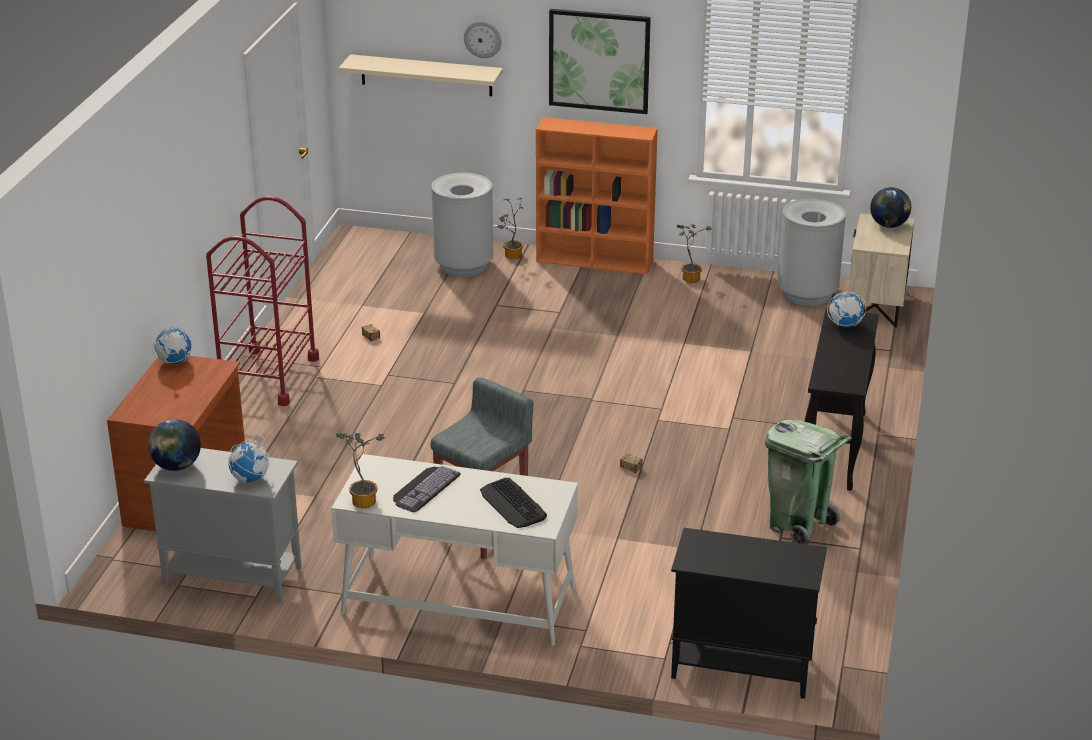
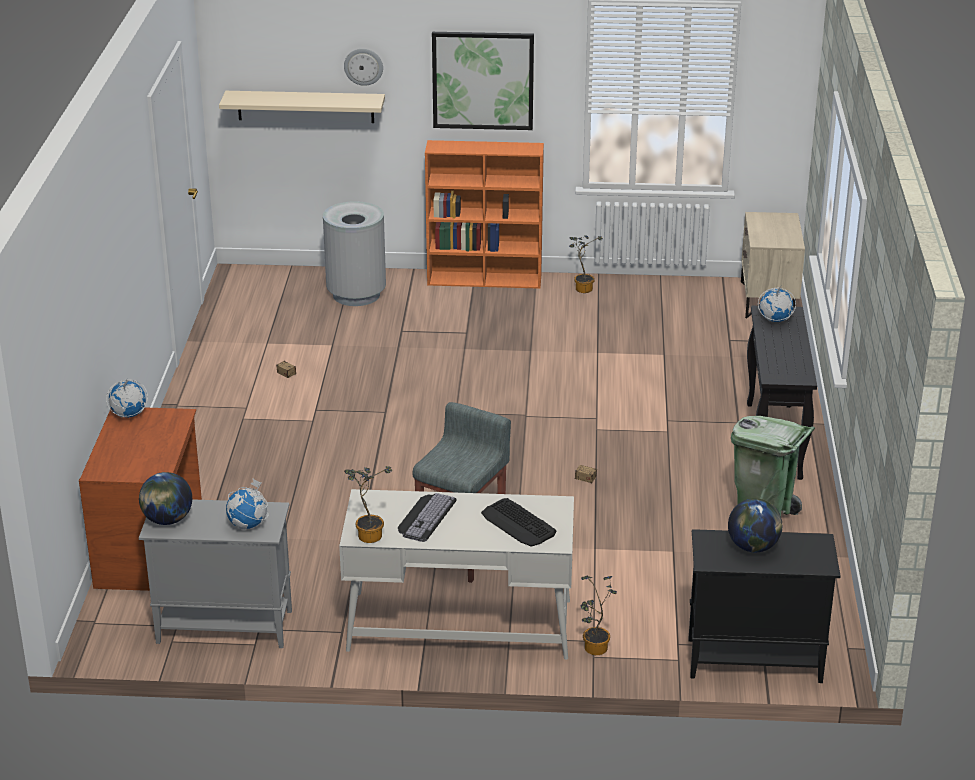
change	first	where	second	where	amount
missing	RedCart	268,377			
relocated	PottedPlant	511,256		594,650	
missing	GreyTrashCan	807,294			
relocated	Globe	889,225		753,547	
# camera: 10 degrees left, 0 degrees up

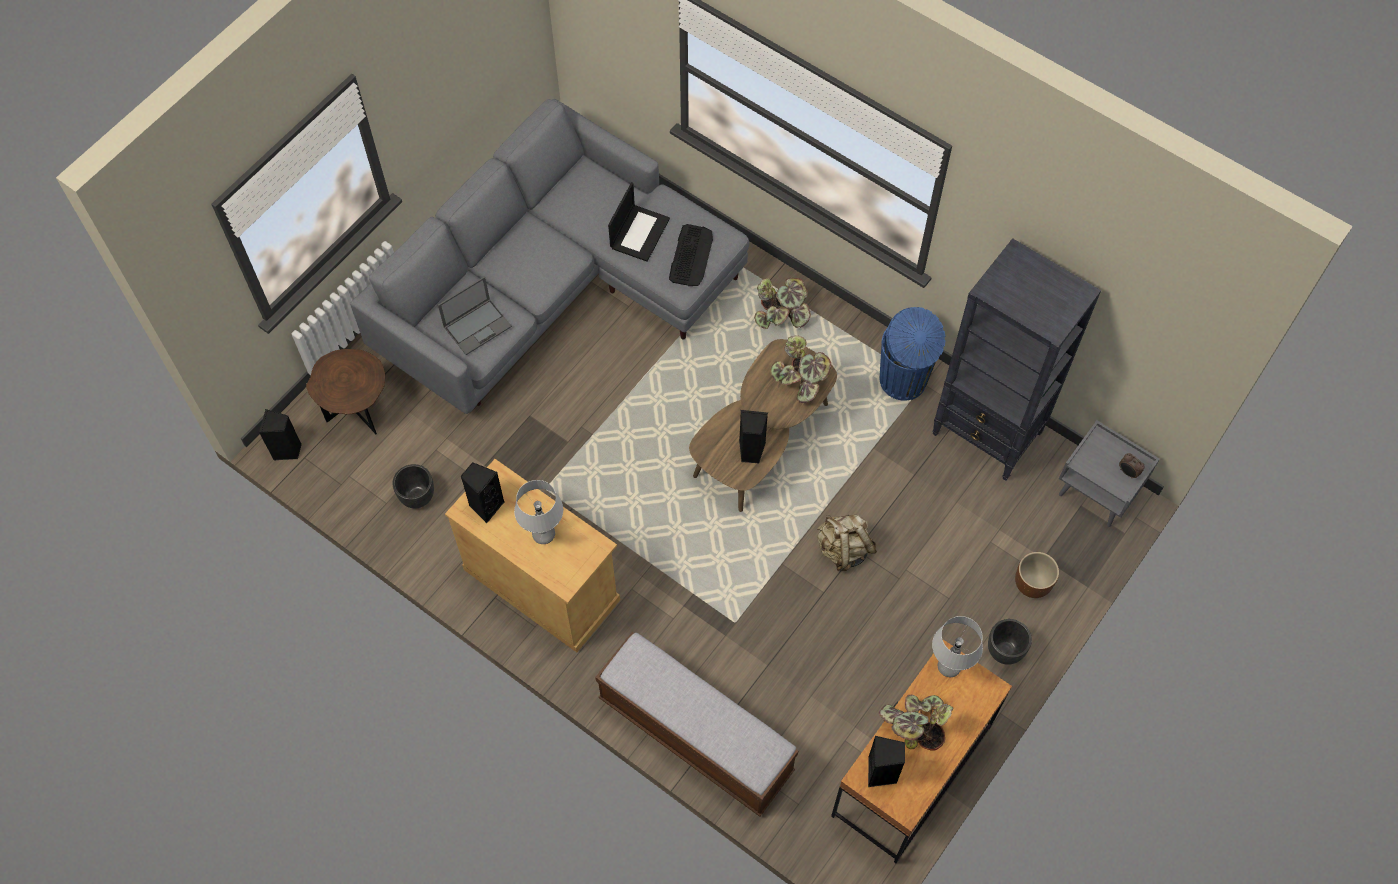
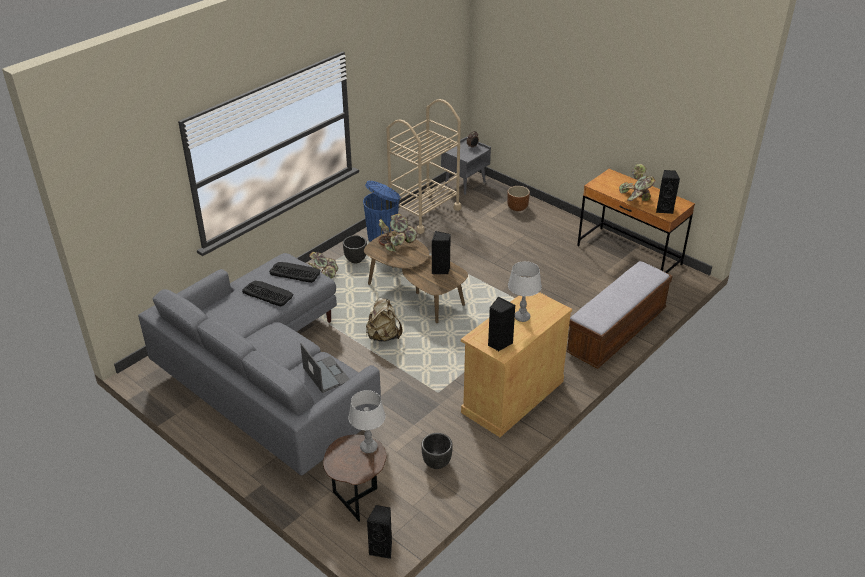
change	first	where	second	where	amount
exchanged	Laptop	639,232	Keyboard	267,293	
relocated	BeigeBackpack	844,549		383,336	
exchanged	BlackBookcase	988,434	BeigeCart	424,212	
relocated	GreyTableLamp	949,666		368,447	
relocated	BlackPlanter	1004,651		356,260	
# camera: 85 degrees left, 25 degrees down

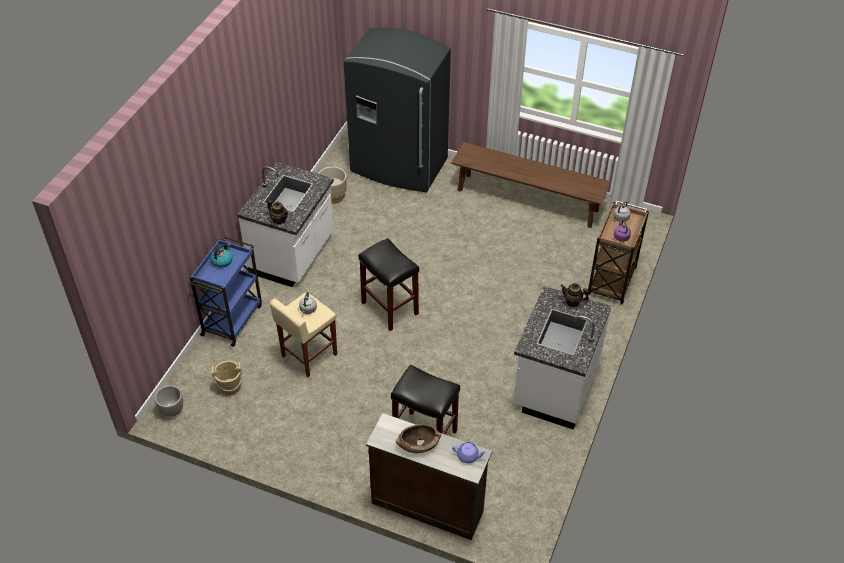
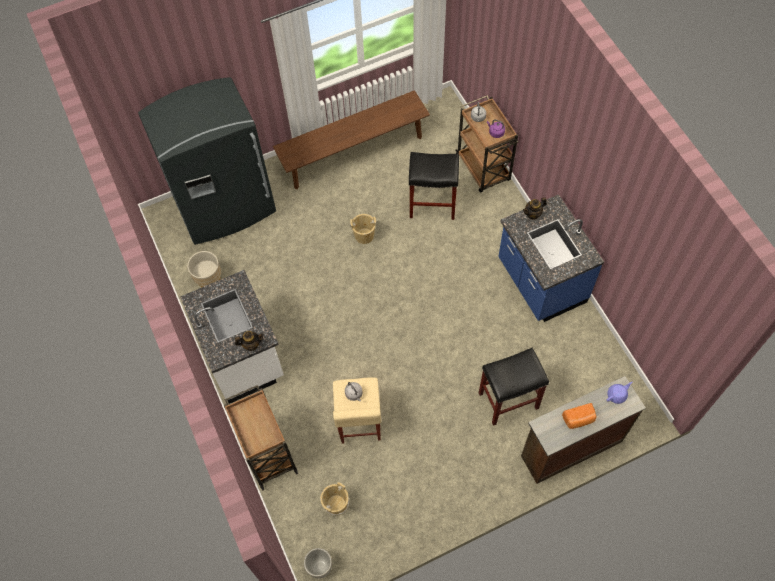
change	first	where	second	where	amount
colour	BlueCart	232,319	BrownCart	267,452	
missing	Kettle	222,260			
relocated	BlackStool	389,308		431,205	
exchanged	BrownBowl	418,444	Bread	578,419	
colour	WhiteCounter	554,386	BlueCounter	540,282	
appeared			BeigeBucket	364,235	
# camera: 45 degrees left, 15 degrees up

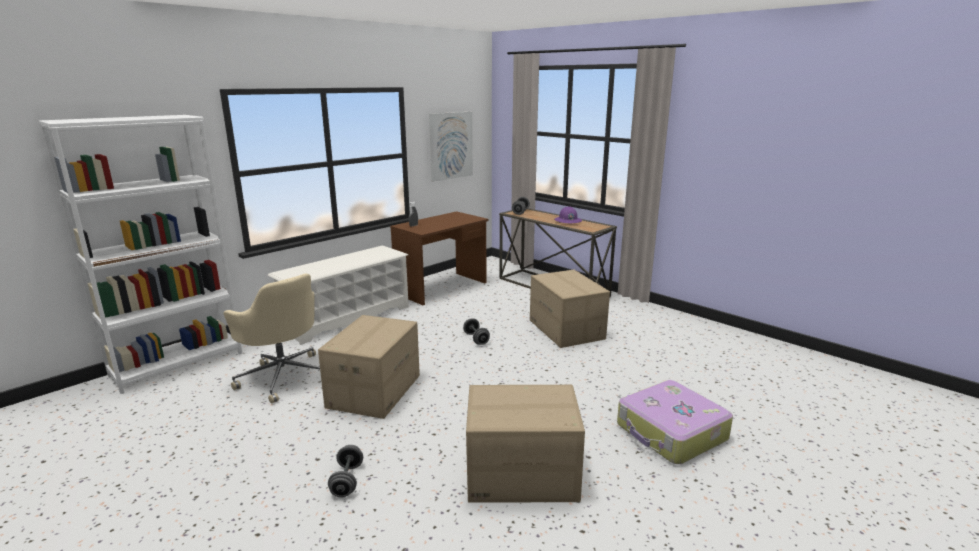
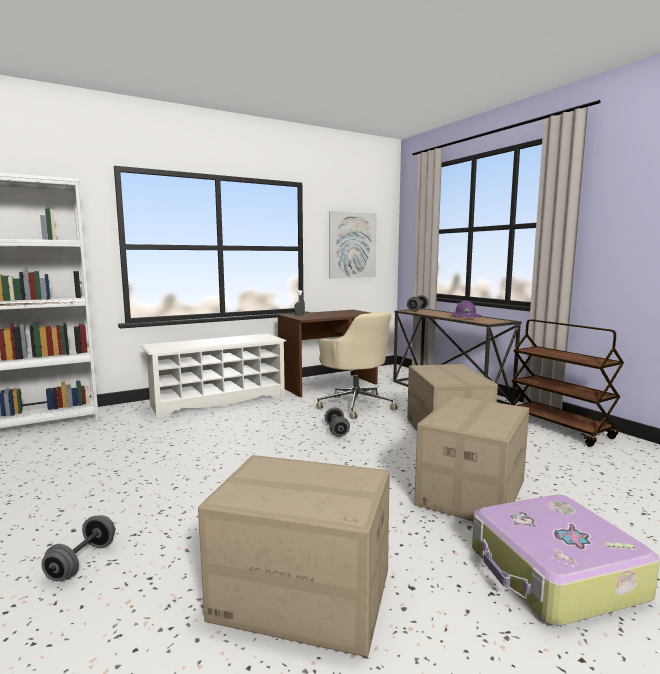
change	first	where	second	where	amount
relocated	BeigeOfficeChair	283,376		355,405	
relocated	CardboardBox	374,391		470,492	
appeared			BrownCart	559,428	
# camera: 15 degrees right, 10 degrees down

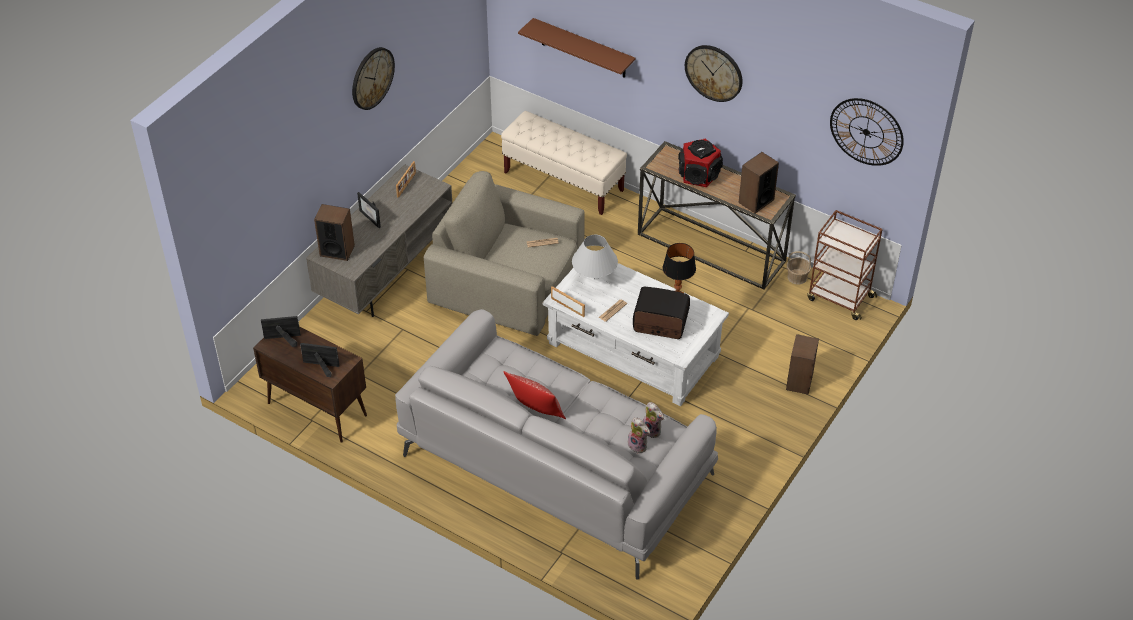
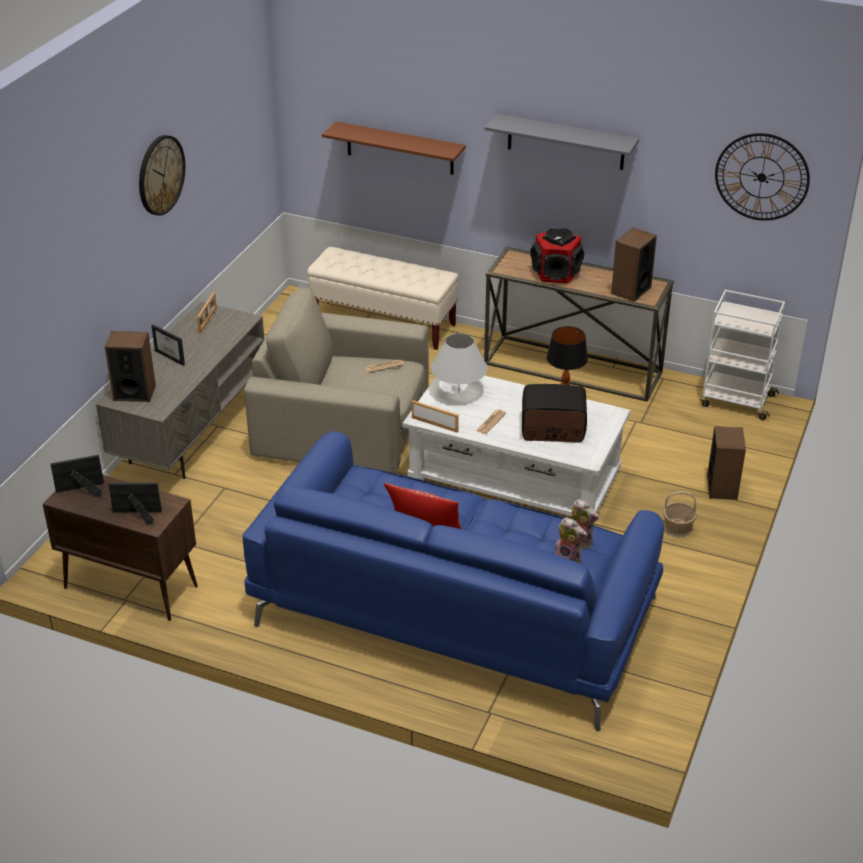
change	first	where	second	where	amount
colour	GreySofa	555,464	BlueSofa	453,611	
exchanged	WallClock	714,72	GreyShelf	565,142	
relocated	Basket	797,277		678,529	
colour	BrownCart	839,298	WhiteCart	736,400	
# camera: 10 degrees left, 10 degrees down

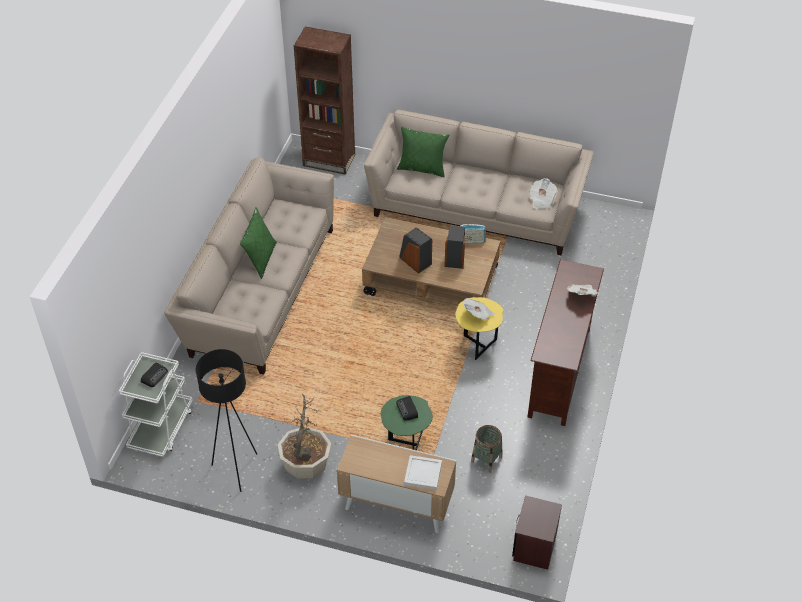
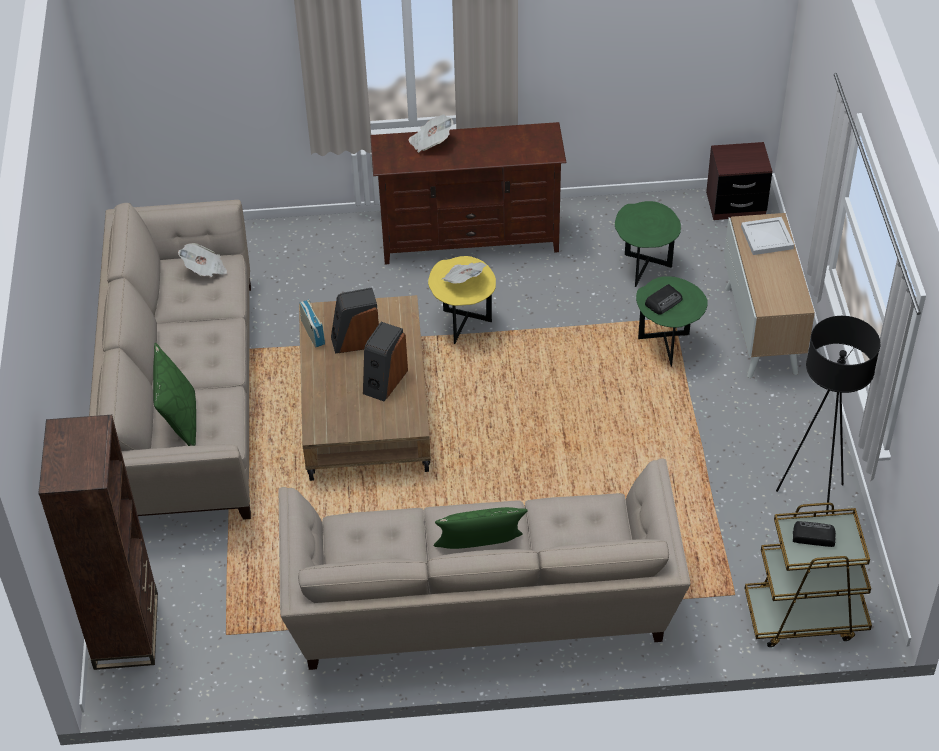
change	first	where	second	where	amount
colour	WhiteCart	161,428	BrownCart	804,616	
missing	PottedPlant	306,466			
exchanged	Basket	486,459	GreenSideTable	644,271	
# camera: 110 degrees left, 0 degrees up

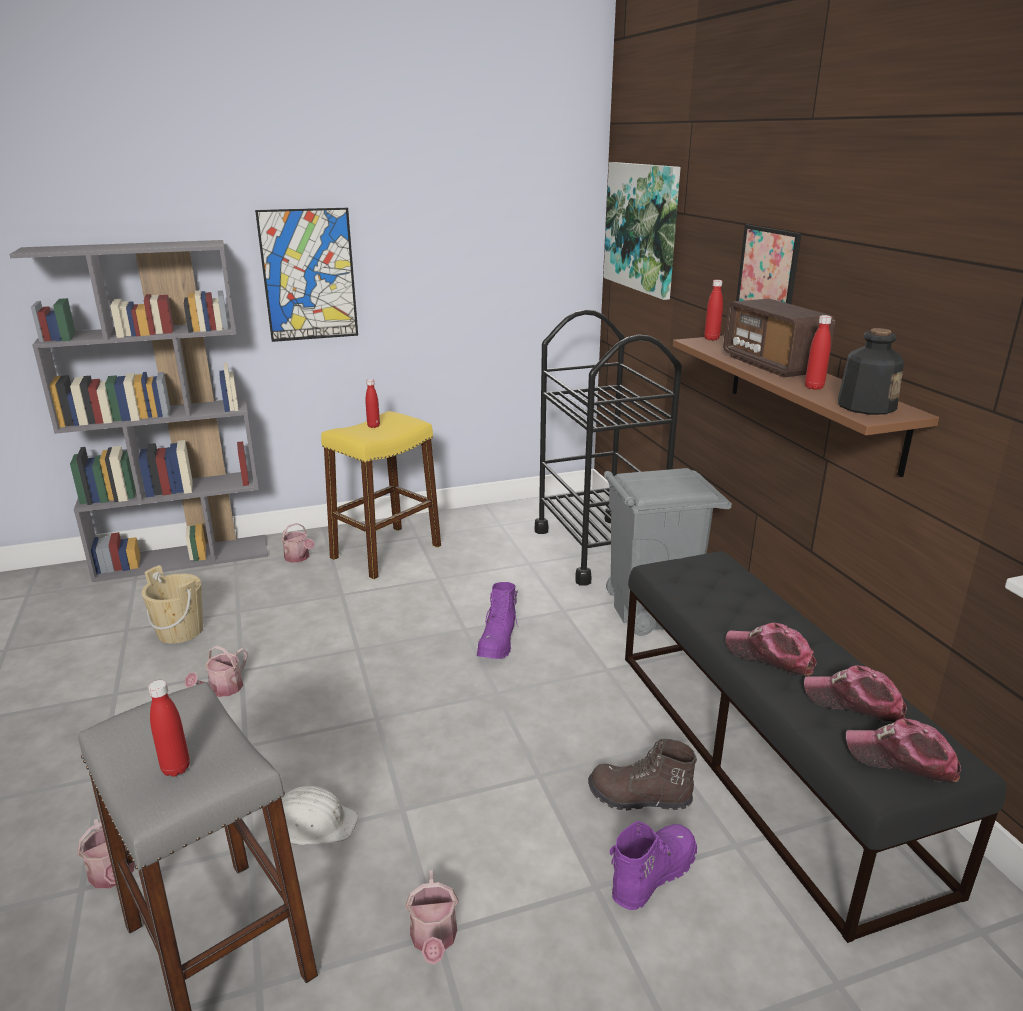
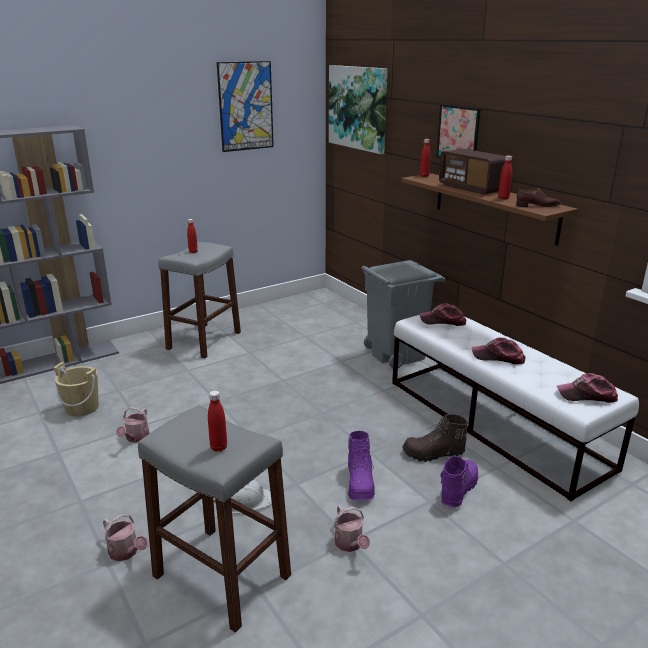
change	first	where	second	where	amount
relocated	Picture	309,275		246,106	
missing	WateringCan	299,558			
colour	YellowStool	386,552	GreyStool	204,340	
relocated	PurpleBoot	498,642		360,483	
missing	BlackCart	598,549			
colour	BlackBench	765,758	WhiteBench	494,422	
relocated	Cap	854,702		443,321	
exchanged	Bottle	865,406	BrownShoe	537,206	
# camera: 15 degrees left, 0 degrees up

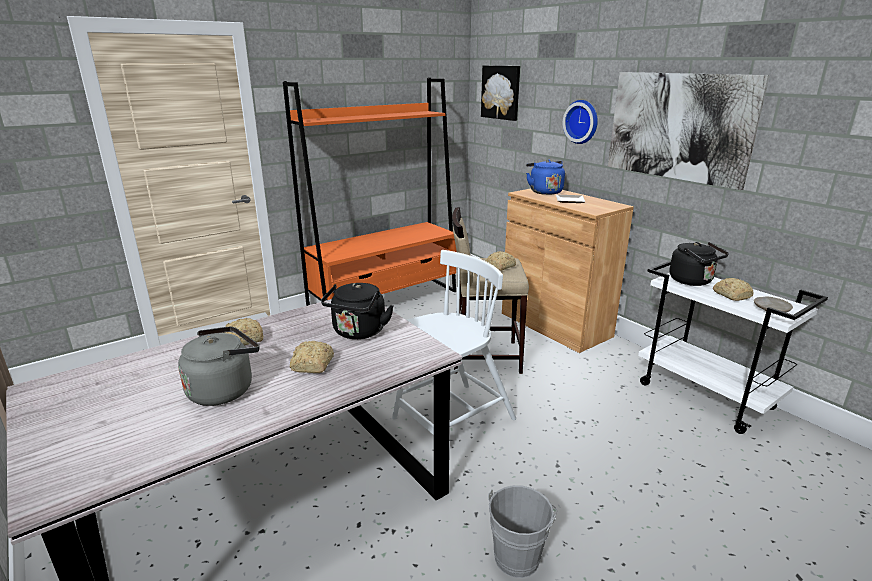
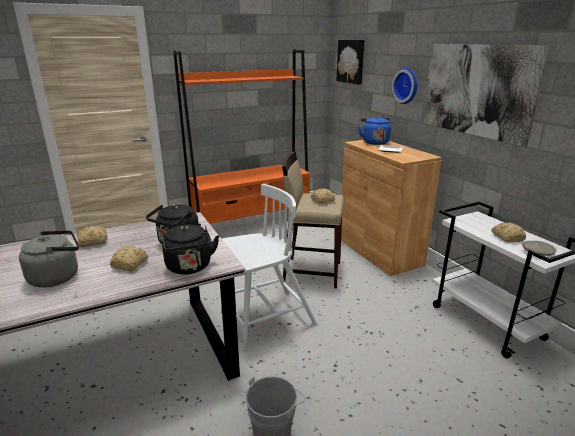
change	first	where	second	where	amount
relocated	BlackKettle	693,281		190,268	
# camera: 10 degrees right, 0 degrees up

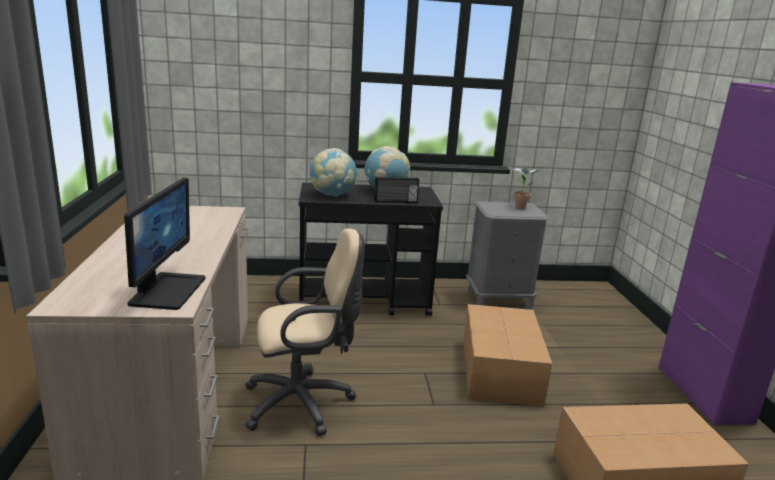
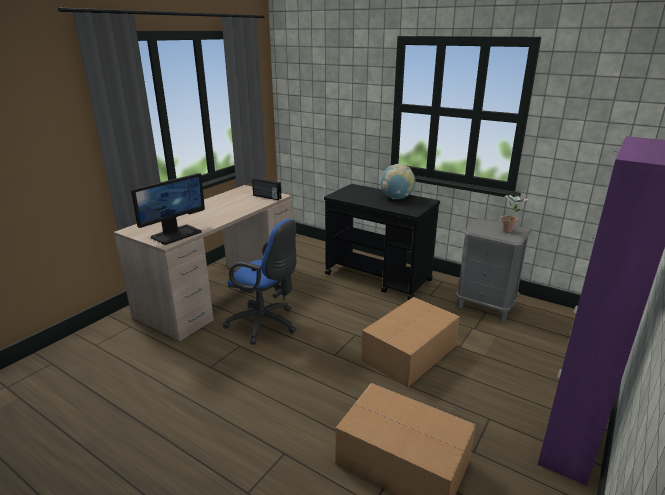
change	first	where	second	where	amount
colour	BeigeOfficeChair	304,403	BlueOfficeChair	265,324	
missing	Globe	332,195			
relocated	Radio	396,201		266,197	
# camera: 40 degrees right, 5 degrees up

